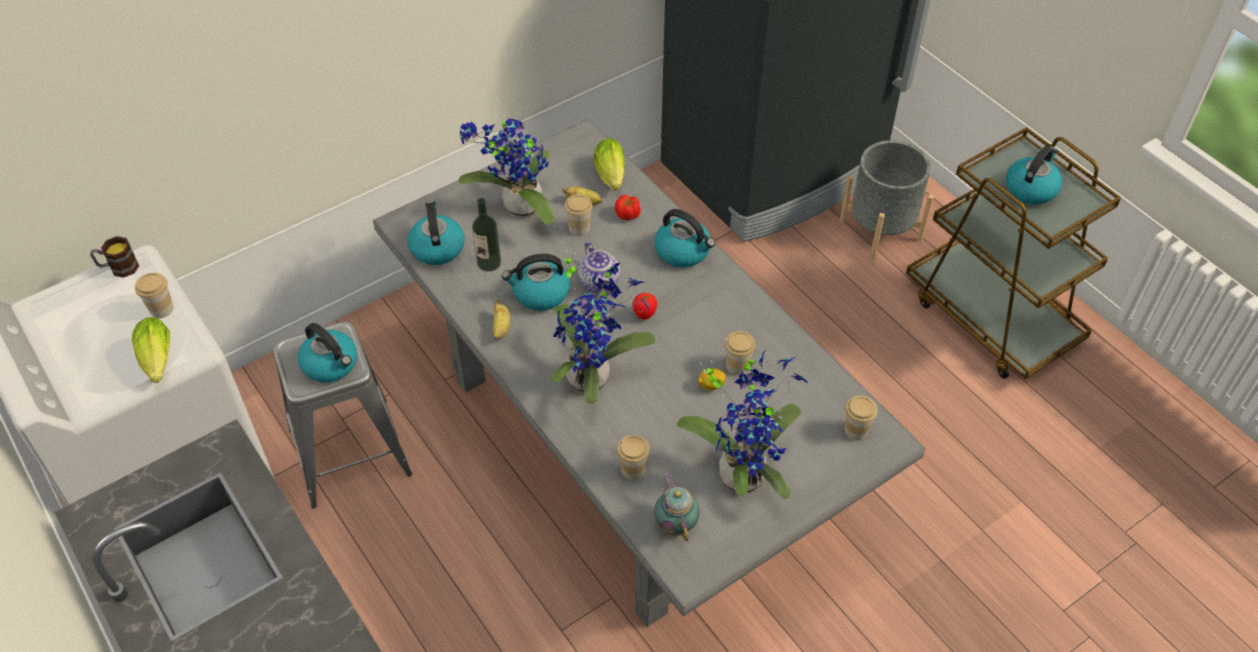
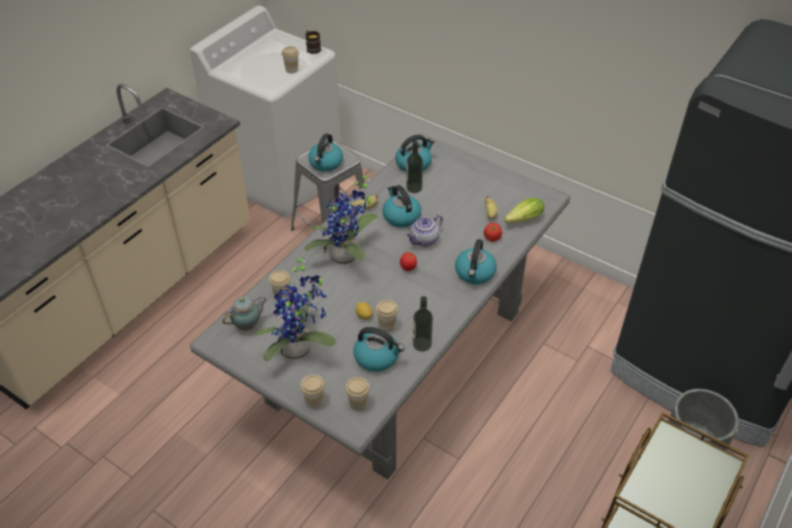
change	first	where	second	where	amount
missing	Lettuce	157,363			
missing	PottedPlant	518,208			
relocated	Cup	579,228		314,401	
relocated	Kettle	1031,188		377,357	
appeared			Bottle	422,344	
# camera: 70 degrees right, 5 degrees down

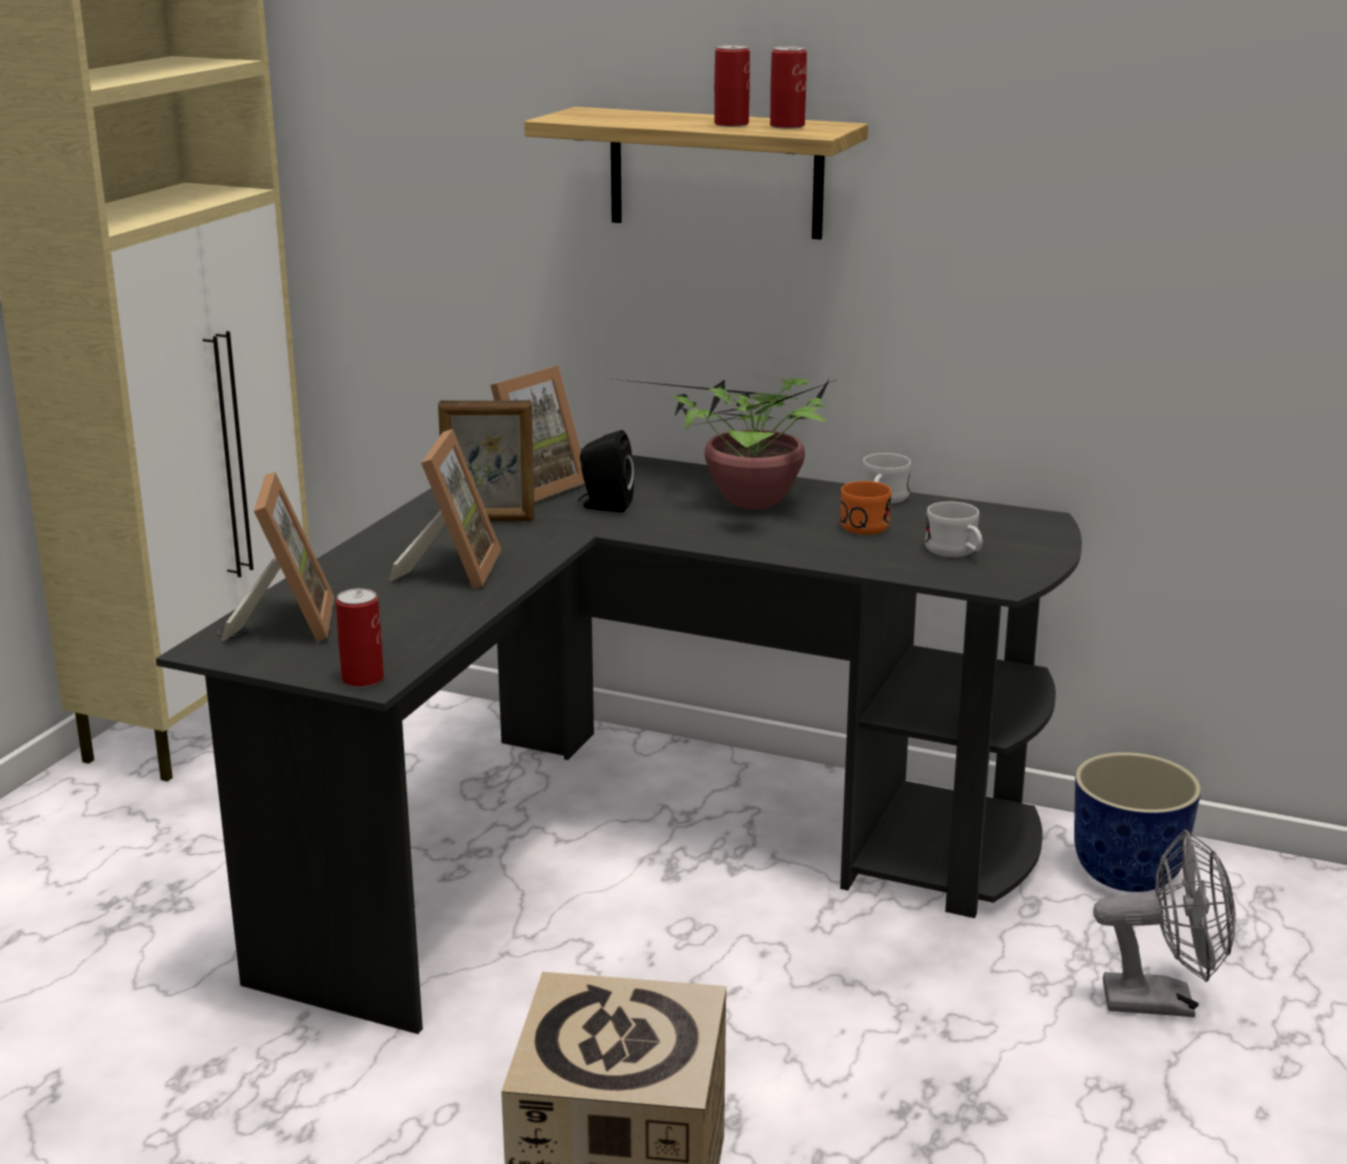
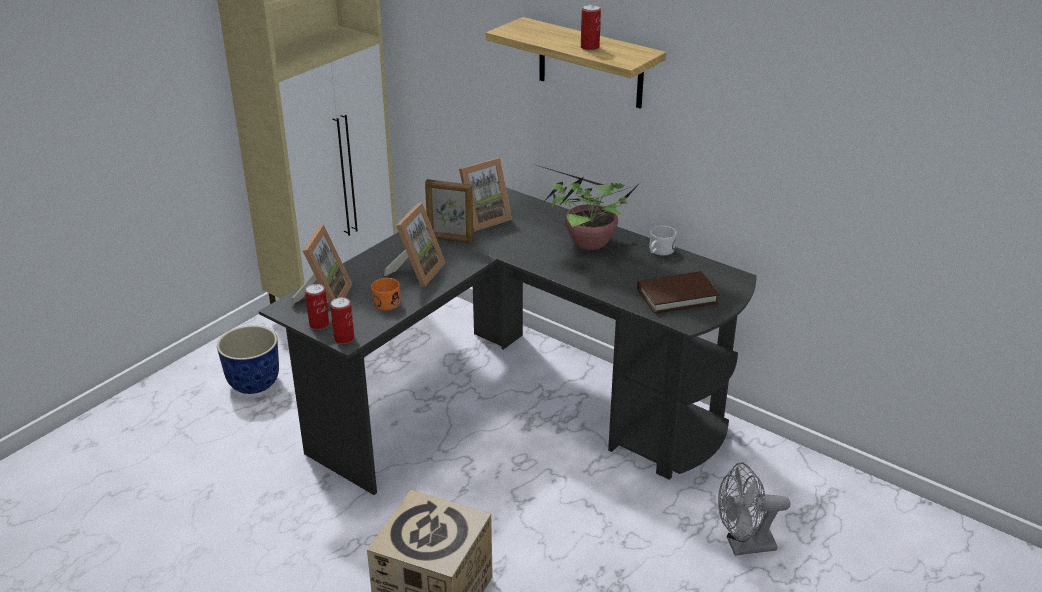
change	first	where	second	where	amount
missing	BlackSpeaker	604,506			
relocated	Can	787,126		319,324	
relocated	OrangeMug	862,523		388,301	
exchanged	WhiteMug	956,552	BrownBook	677,296	
relocated	Planter	1125,874		254,383	
spun	GreyFan	1163,1001		743,546	150 degrees clockwise
# camera: 15 degrees right, 10 degrees up

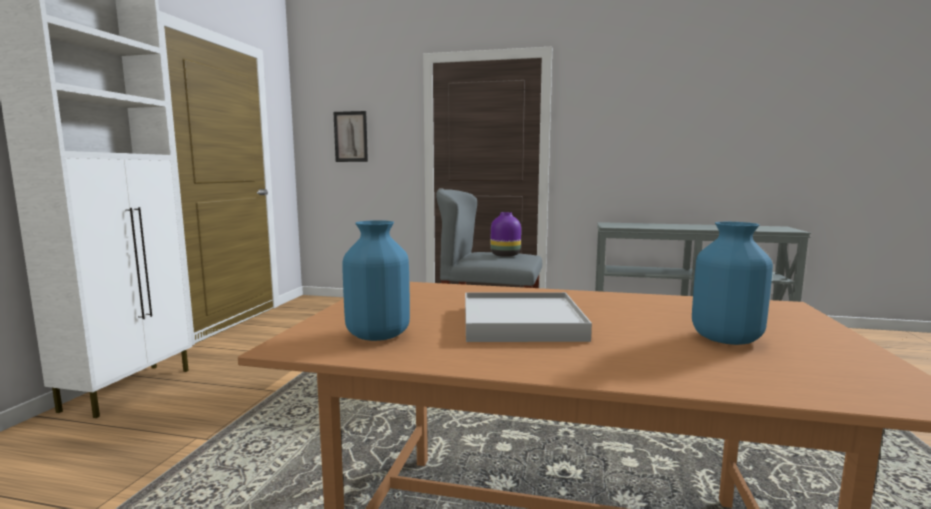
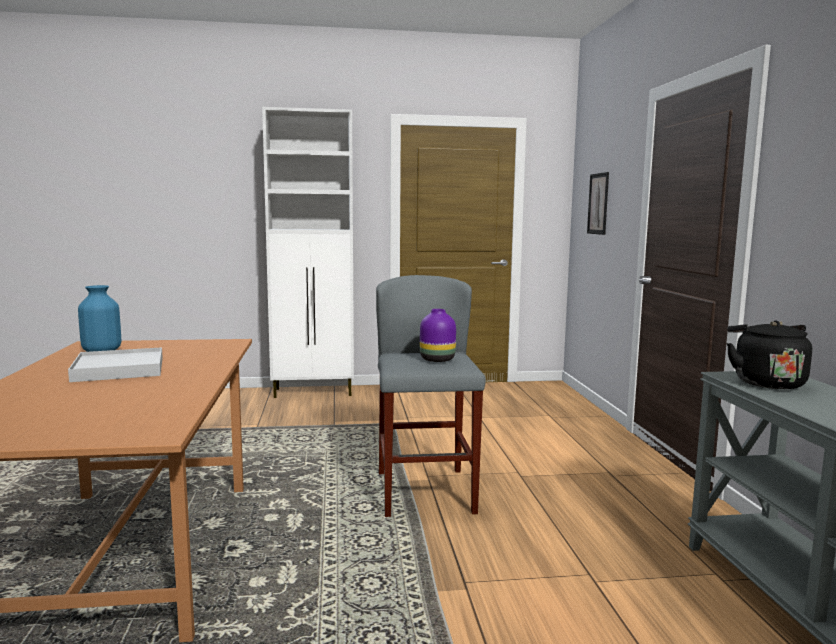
change	first	where	second	where	amount
missing	BlueVase	725,338			
appeared			BlackKettle	765,382	
# camera: 70 degrees right, 0 degrees up

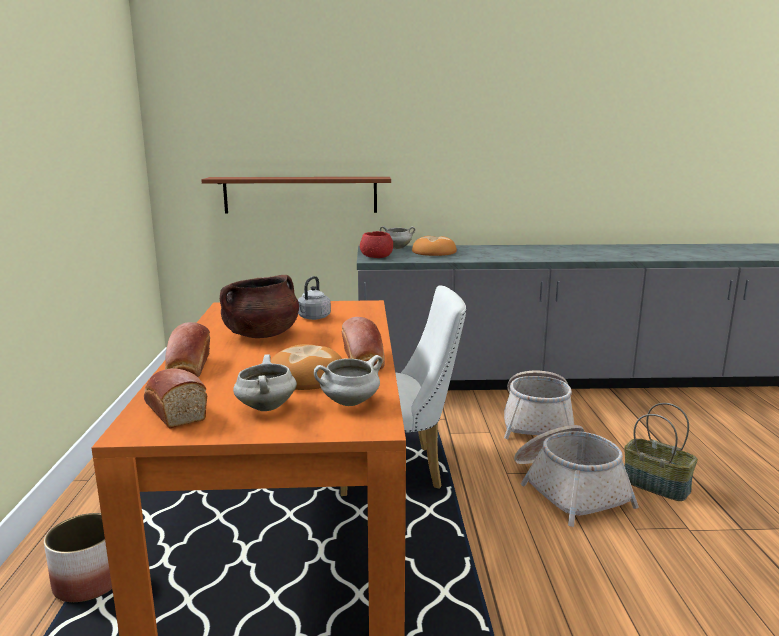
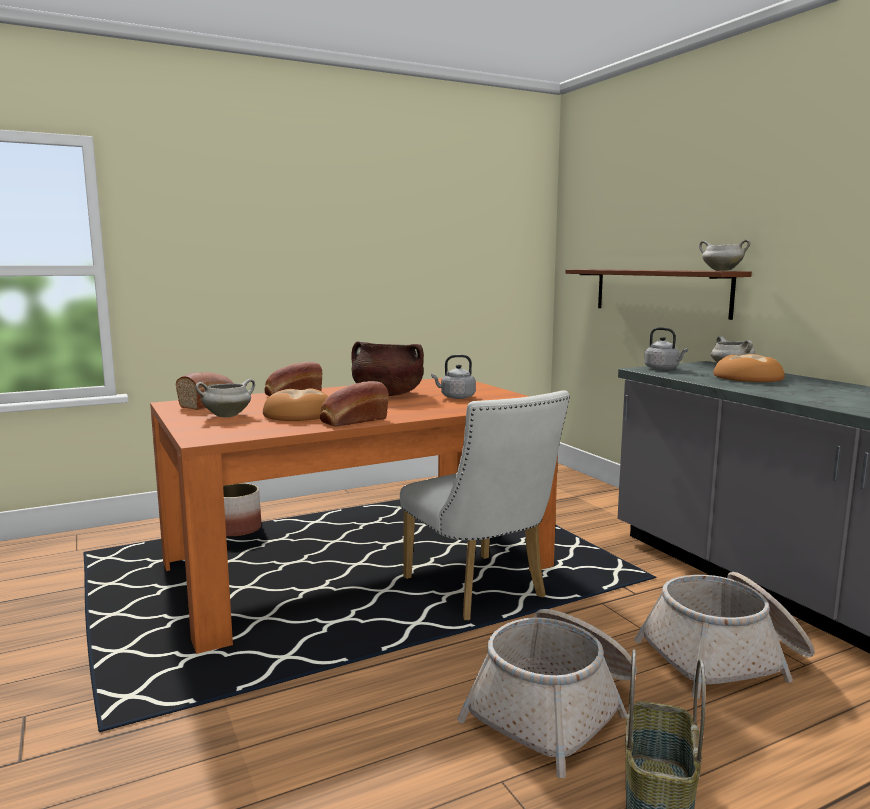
change	first	where	second	where	amount
relocated	WhiteCookingPot	349,403		721,270	
exchanged	RedBowl	376,256	GreyKettle	663,369	
# camera: 65 degrees right, 5 degrees down

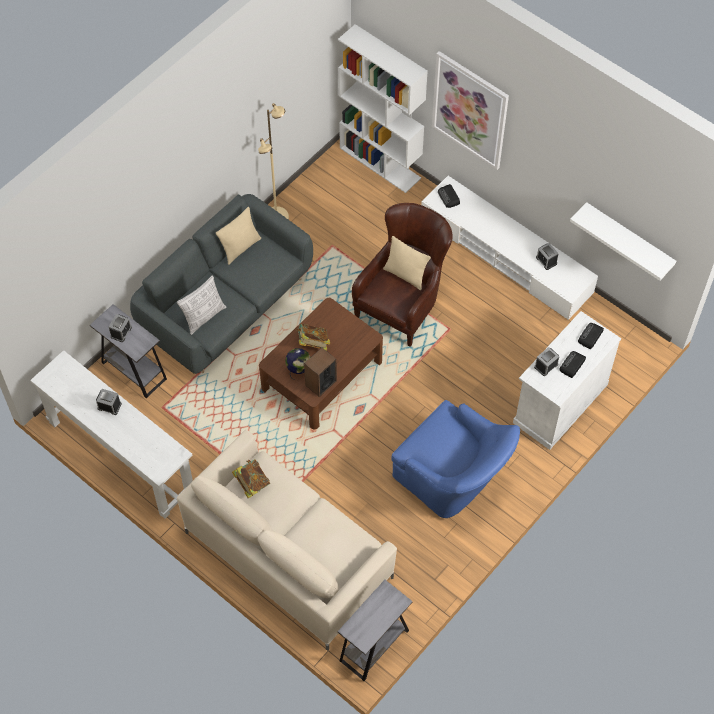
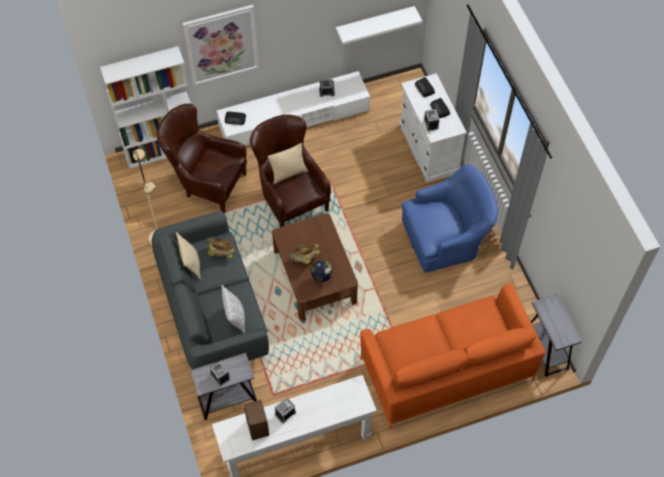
change	first	where	second	where	amount
colour	BeigeSofa	288,554	OrangeSofa	446,368	
relocated	Book	252,483		220,252	
relocated	Speaker	320,383		257,427	
appeared			BrownArmchair	207,183	
# camera: 60 degrees left, 0 degrees up

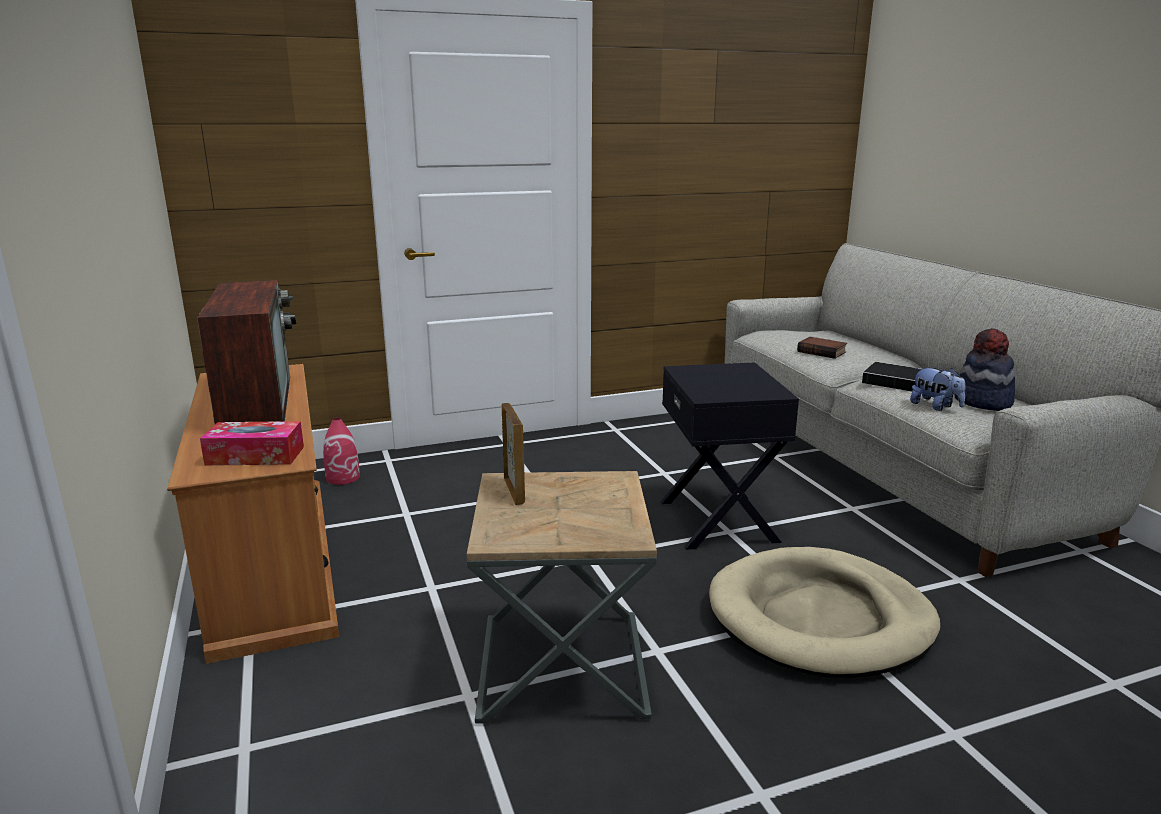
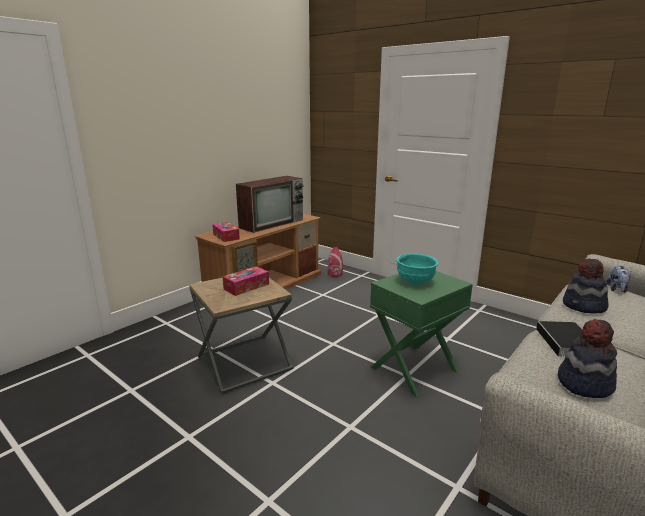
change	first	where	second	where	amount
colour	BlackSideTable	720,521	GreenSideTable	415,370	
missing	BeigeDogBed	820,619			
exchanged	Book	822,352	Hat	584,306	
relocated	PlushToy	935,406		617,289	
appeared			TissueBox	246,286	
appeared			TurquoiseBowl	415,282	
# camera: 60 degrees right, 0 degrees up

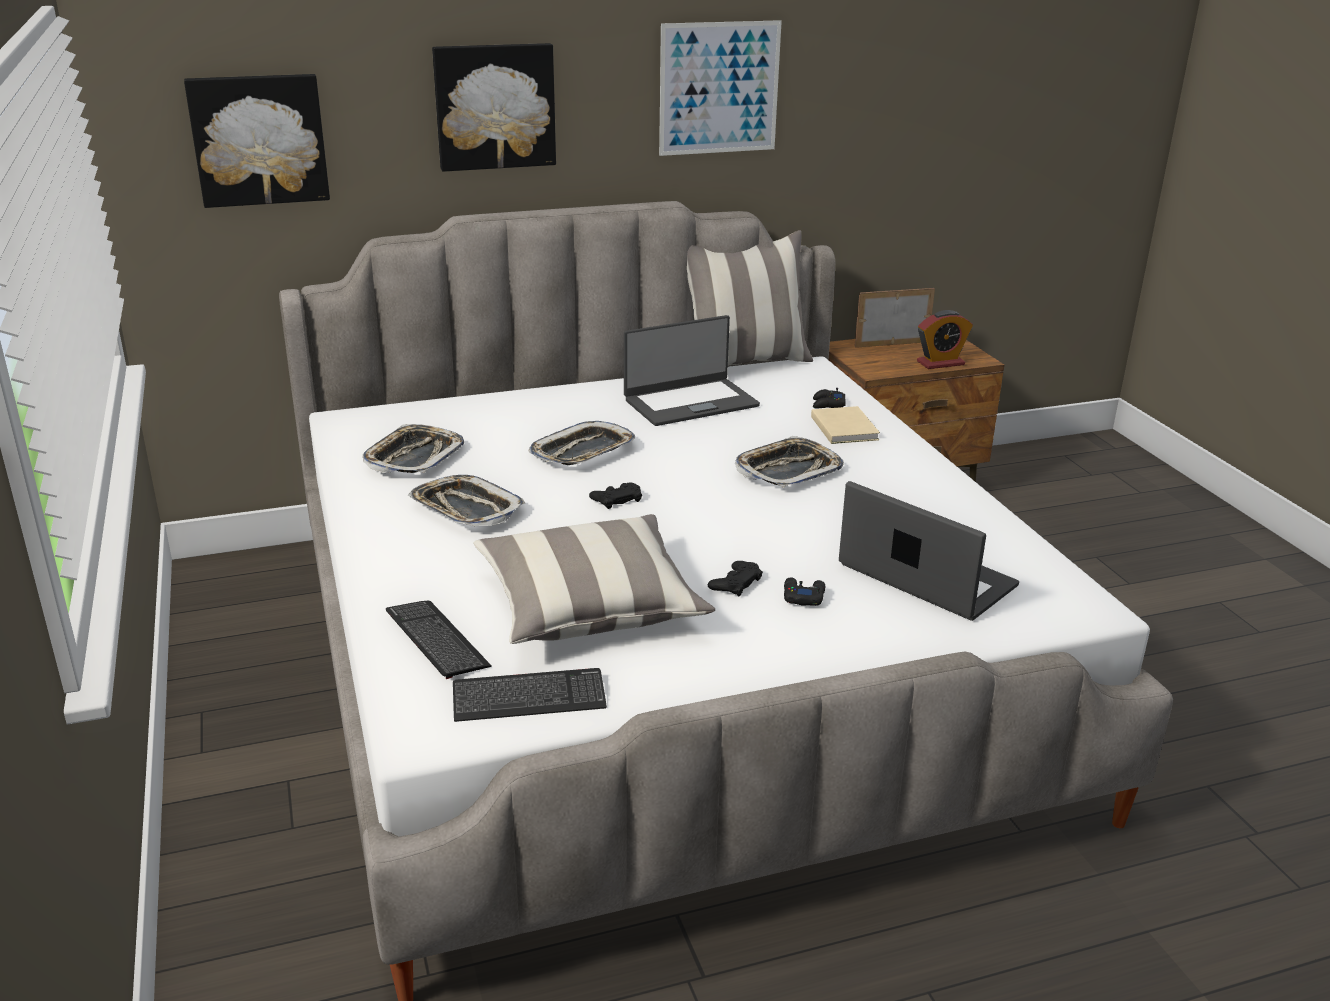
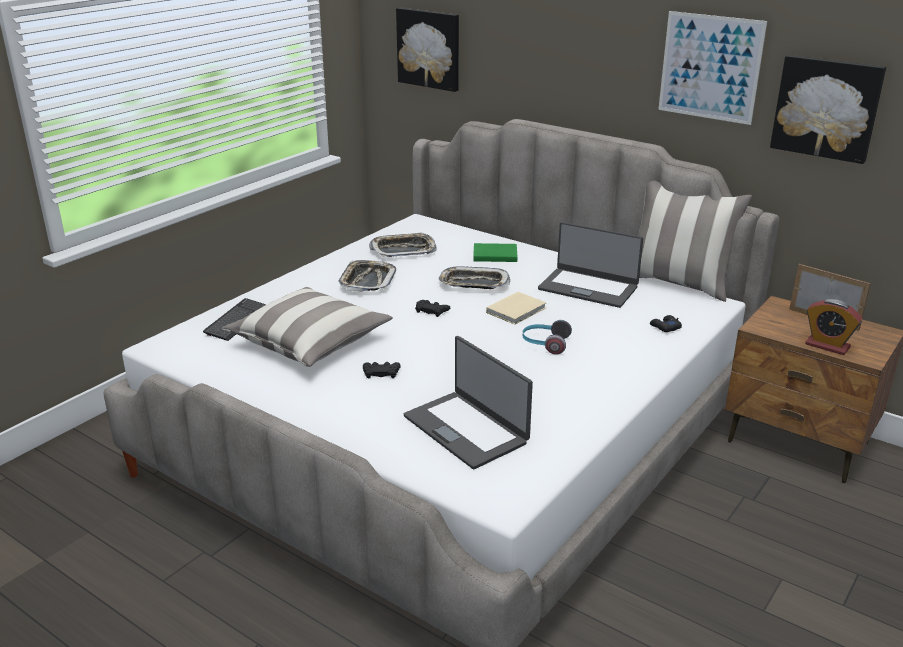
change	first	where	second	where	amount
relocated	Picture	494,106		826,108	
missing	Keyboard	529,698			
exchanged	Tray	788,470	Headphones	545,344	
missing	BlackGameController	803,596			
relocated	BeigeBook	844,427		517,310	
spun	Laptop	925,577		466,429	135 degrees clockwise
appeared			GreenBook	493,254	
# camera: 55 degrees right, 0 degrees up

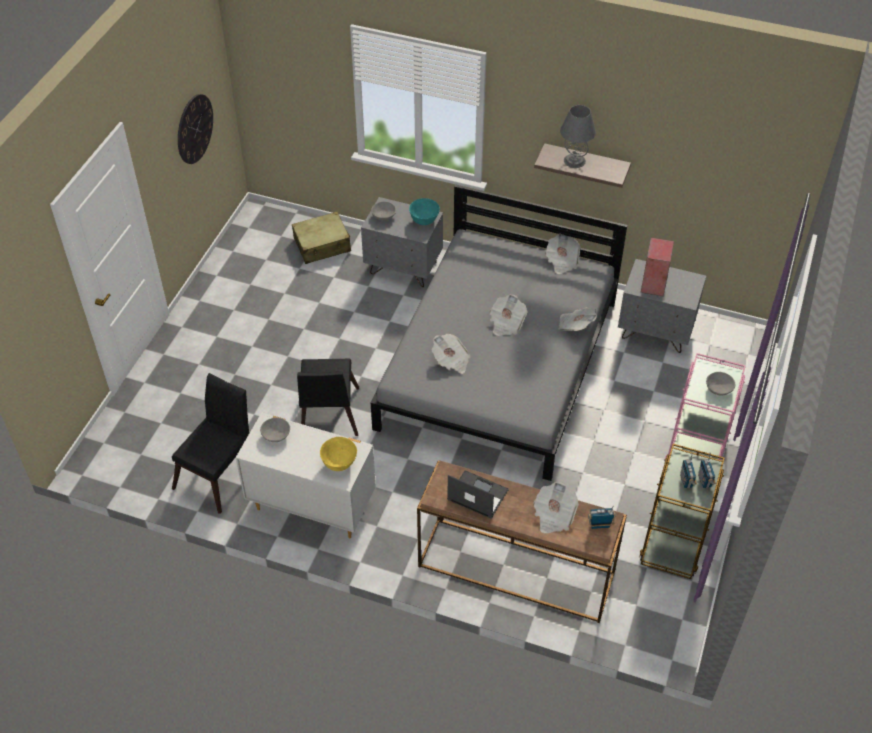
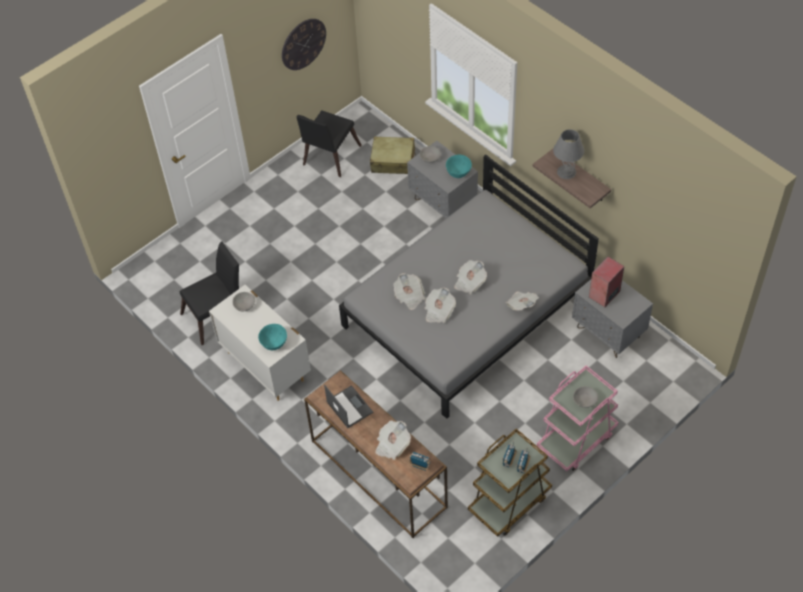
change	first	where	second	where	amount
relocated	BlackChair	328,416		329,157	
colour	YellowBowl	339,464	TurquoiseBowl	274,344	
relocated	Newspaper	562,261		438,311	
# camera: 30 degrees right, 5 degrees up

